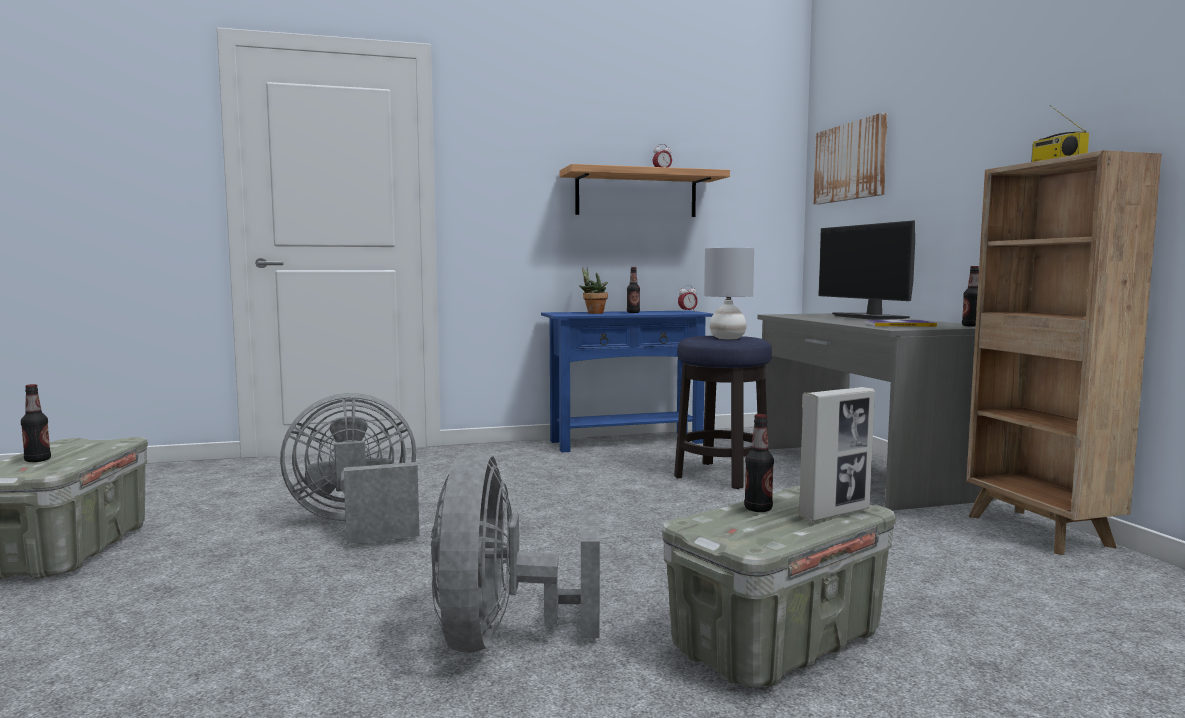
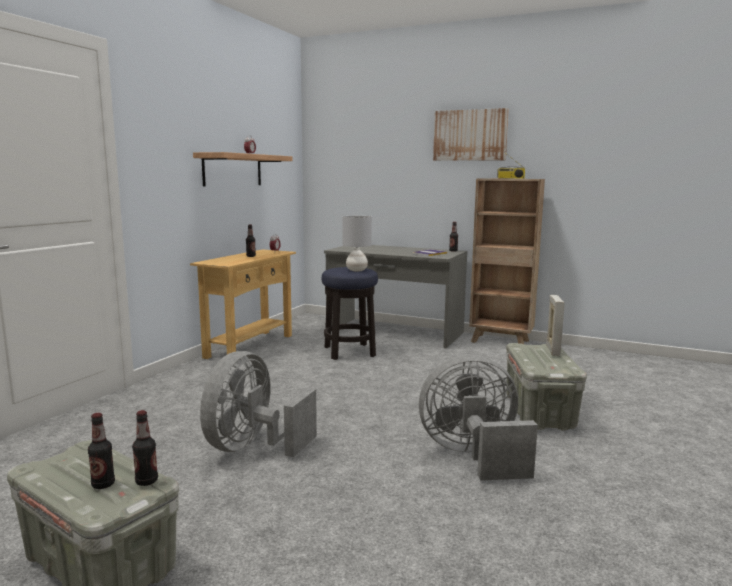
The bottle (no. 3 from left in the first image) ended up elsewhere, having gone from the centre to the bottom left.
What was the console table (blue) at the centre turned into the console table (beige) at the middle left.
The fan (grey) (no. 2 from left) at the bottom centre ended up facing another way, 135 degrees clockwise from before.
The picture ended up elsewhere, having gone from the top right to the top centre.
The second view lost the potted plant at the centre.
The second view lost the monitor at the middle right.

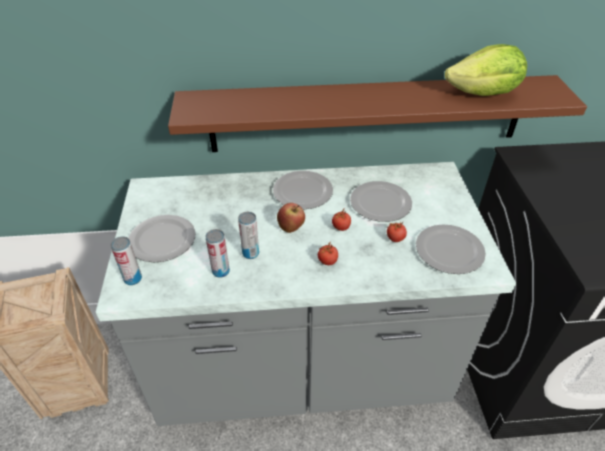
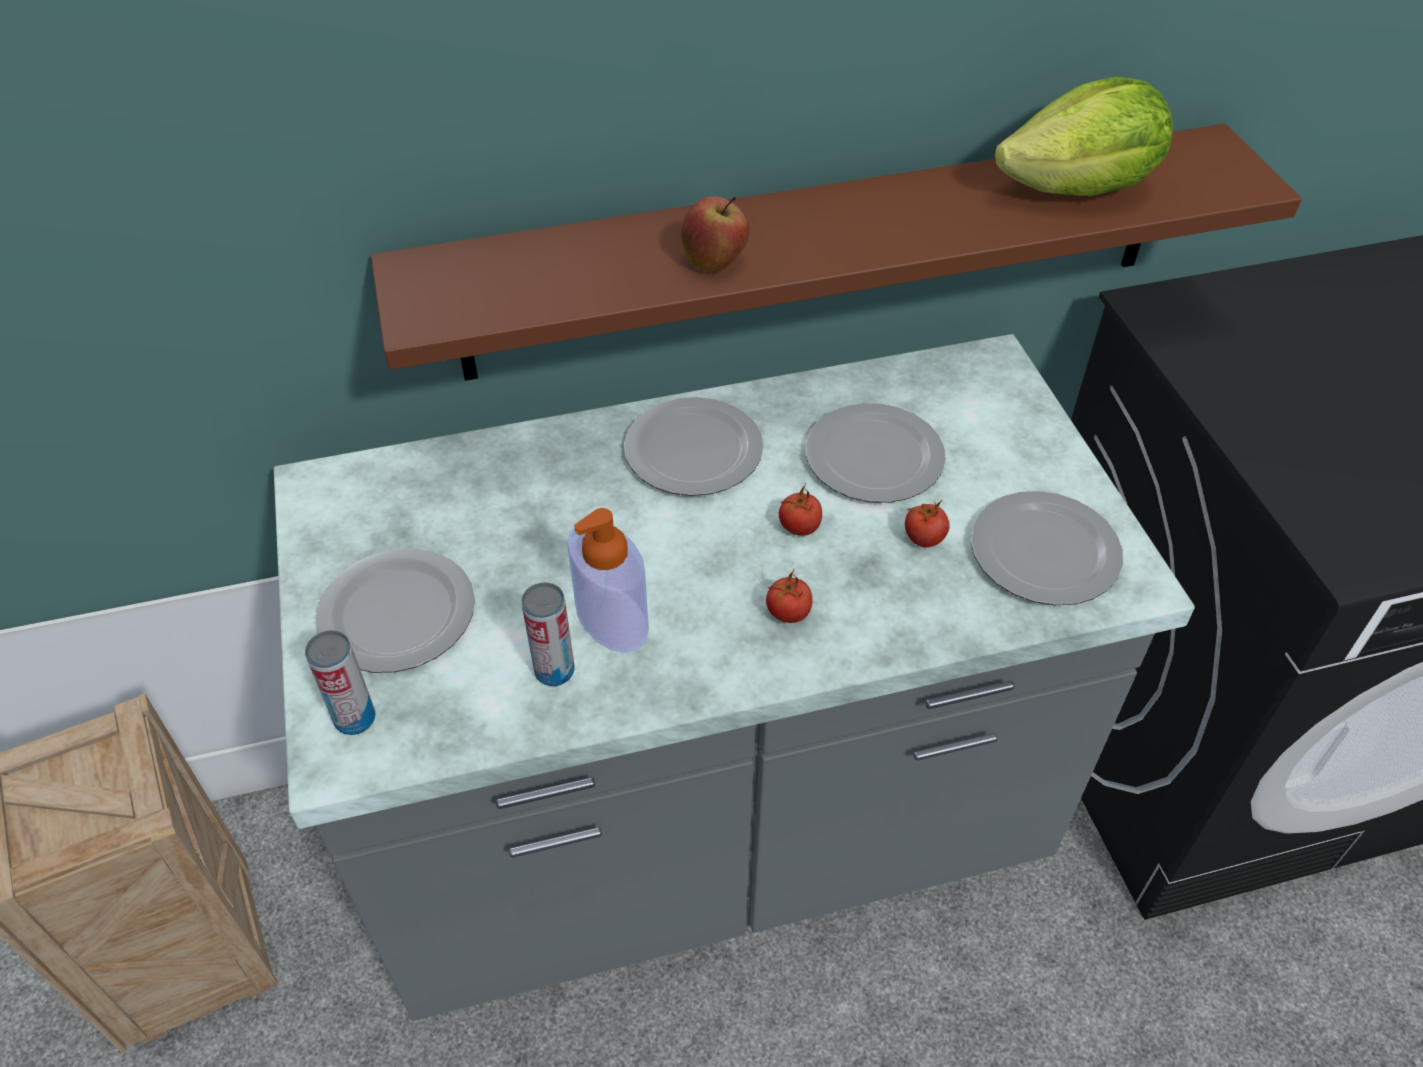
Where the can (no. 3 from left) stood at the centre, the soap dispenser came to stand at the centre.
The apple ended up elsewhere, having gone from the centre to the top centre.

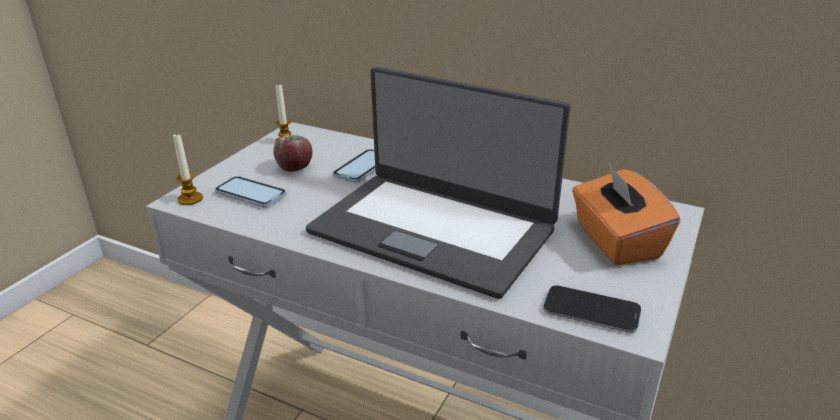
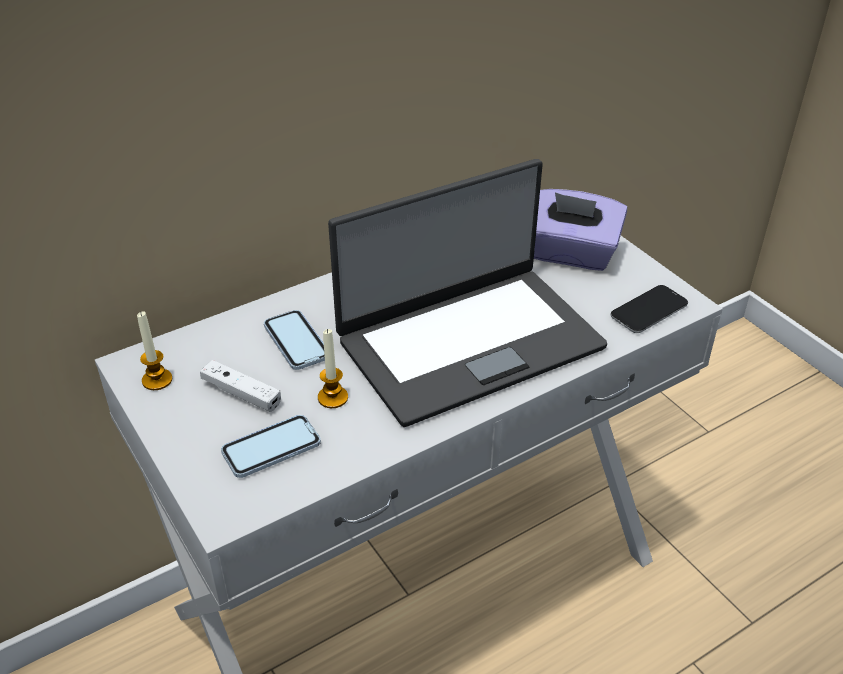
Where the apple stood at the centre, the game controller (white) came to stand at the middle left.
The candle (no. 1 from left in the first image) ended up elsewhere, having gone from the middle left to the centre.
What was the tissue box (orange) at the middle right turned into the tissue box (purple) at the middle right.

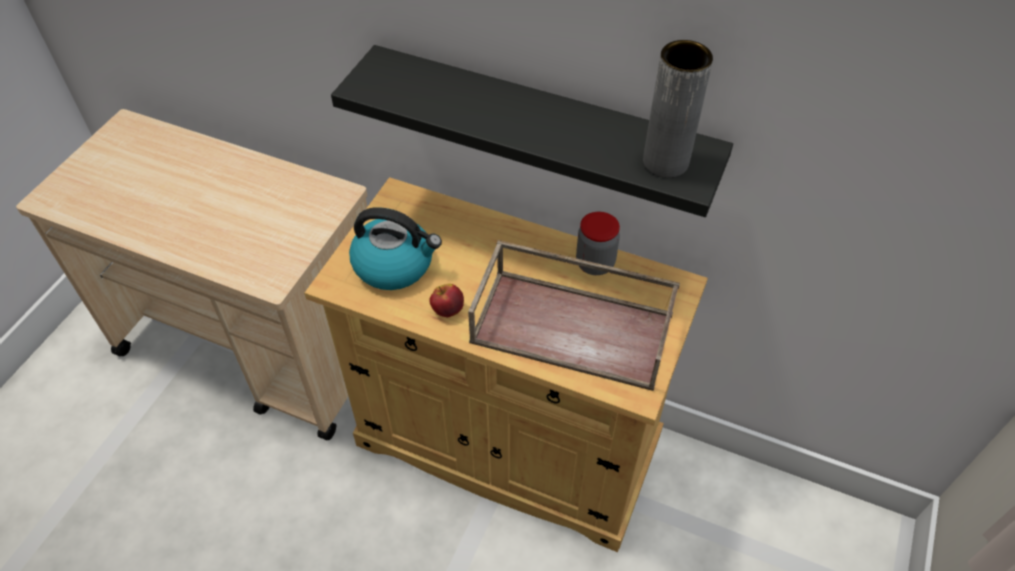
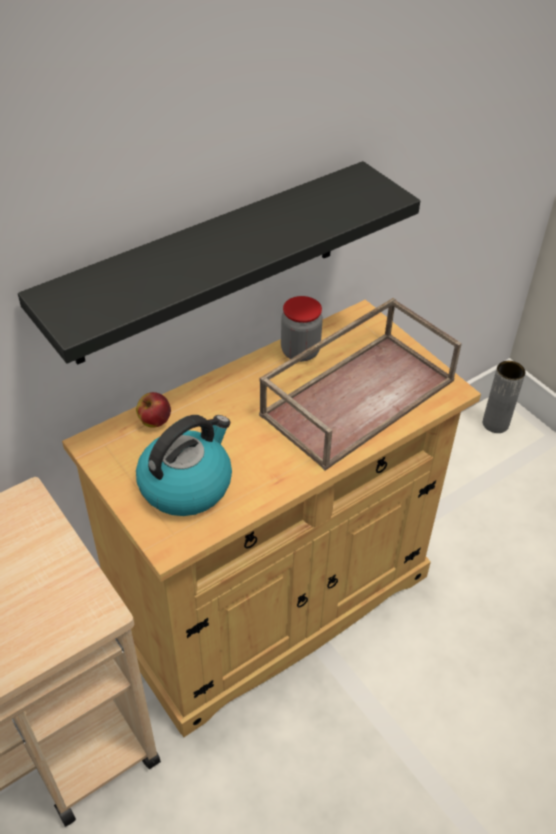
The apple ended up elsewhere, having gone from the centre to the middle left.
The vase (grey) ended up elsewhere, having gone from the top right to the middle right.

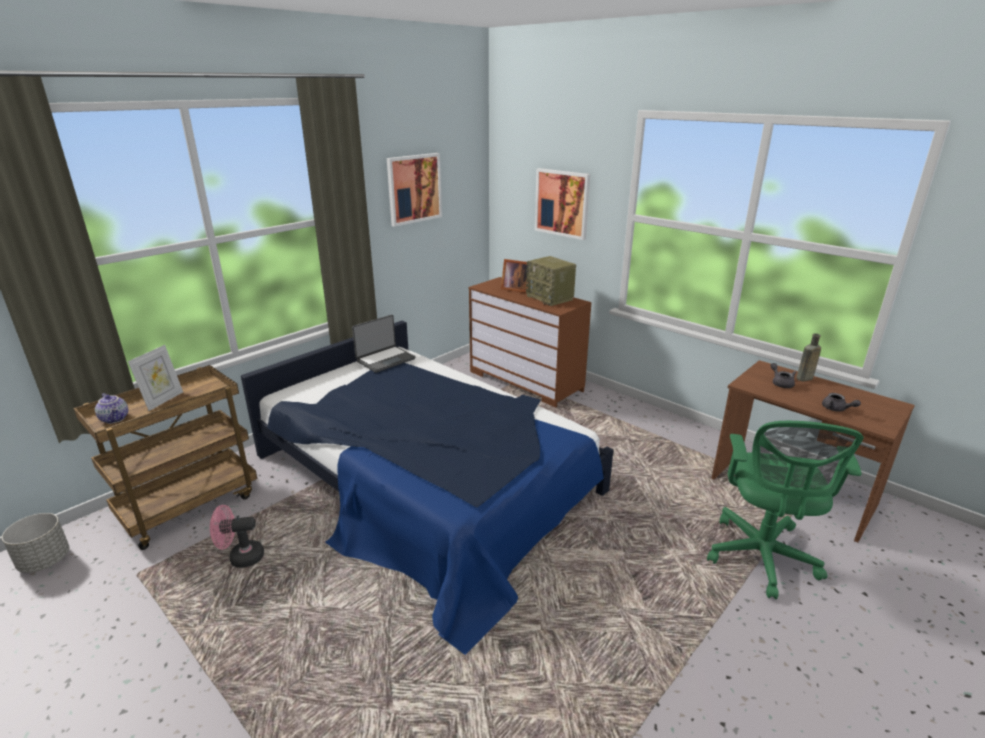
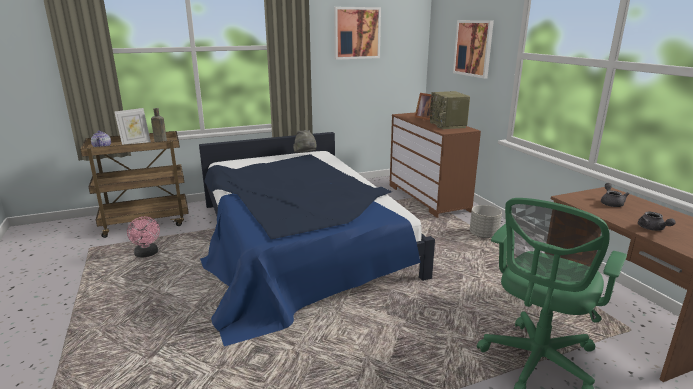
The fan (pink) at the bottom left ended up facing another way, 135 degrees counterclockwise from before.
The bottle (brown) ended up elsewhere, having gone from the middle right to the top left.
Where the laptop stood at the centre, the hat (grey) came to stand at the centre.
The planter (grey) ended up elsewhere, having gone from the bottom left to the middle right.

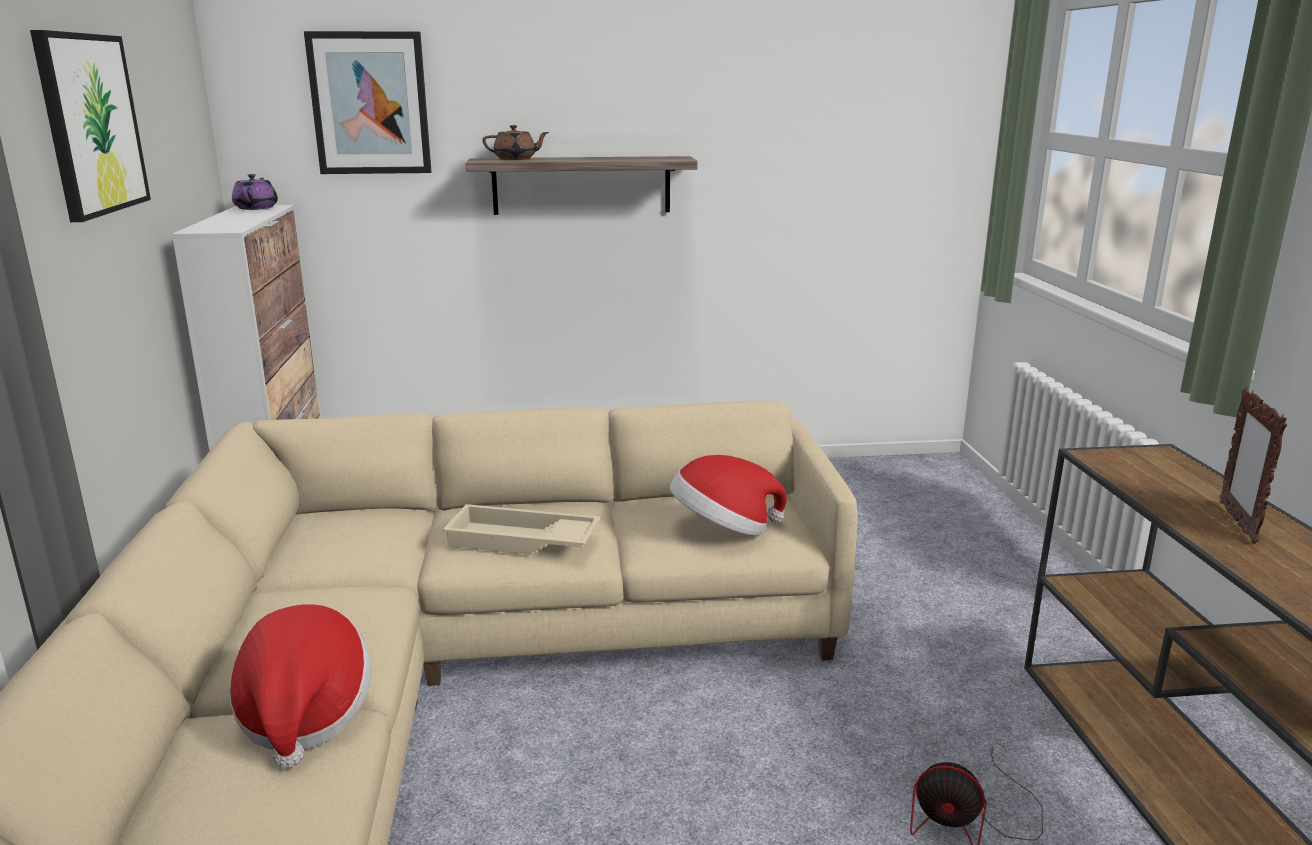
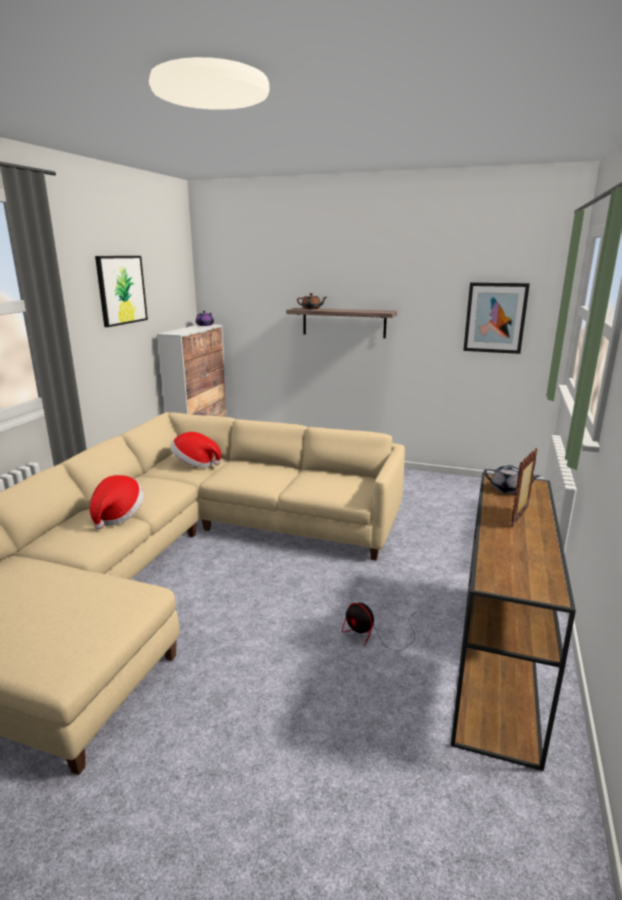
The hat (no. 2 from left) ended up elsewhere, having gone from the centre to the middle left.
The picture (no. 2 from left) ended up elsewhere, having gone from the top left to the middle right.
The second view gained the teapot (grey) at the middle right.
The second view lost the tray (beige) at the centre.

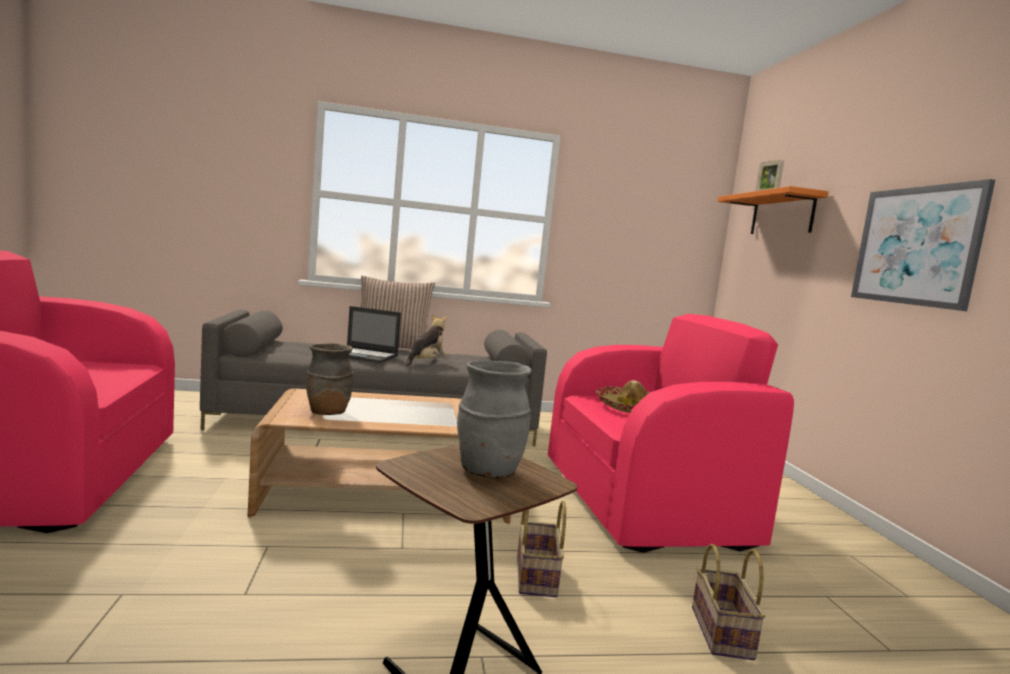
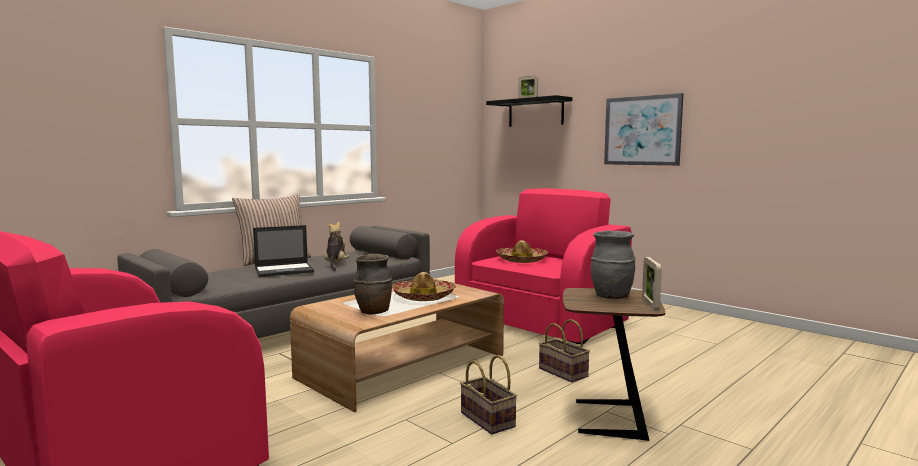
The second view gained the hat (no. 1 from left) at the centre.
The basket (no. 2 from left in the first image) ended up elsewhere, having gone from the bottom right to the bottom centre.
What was the shelf (orange) at the top right turned into the shelf (black) at the top centre.
The second view gained the picture frame (no. 2 from left) at the middle right.

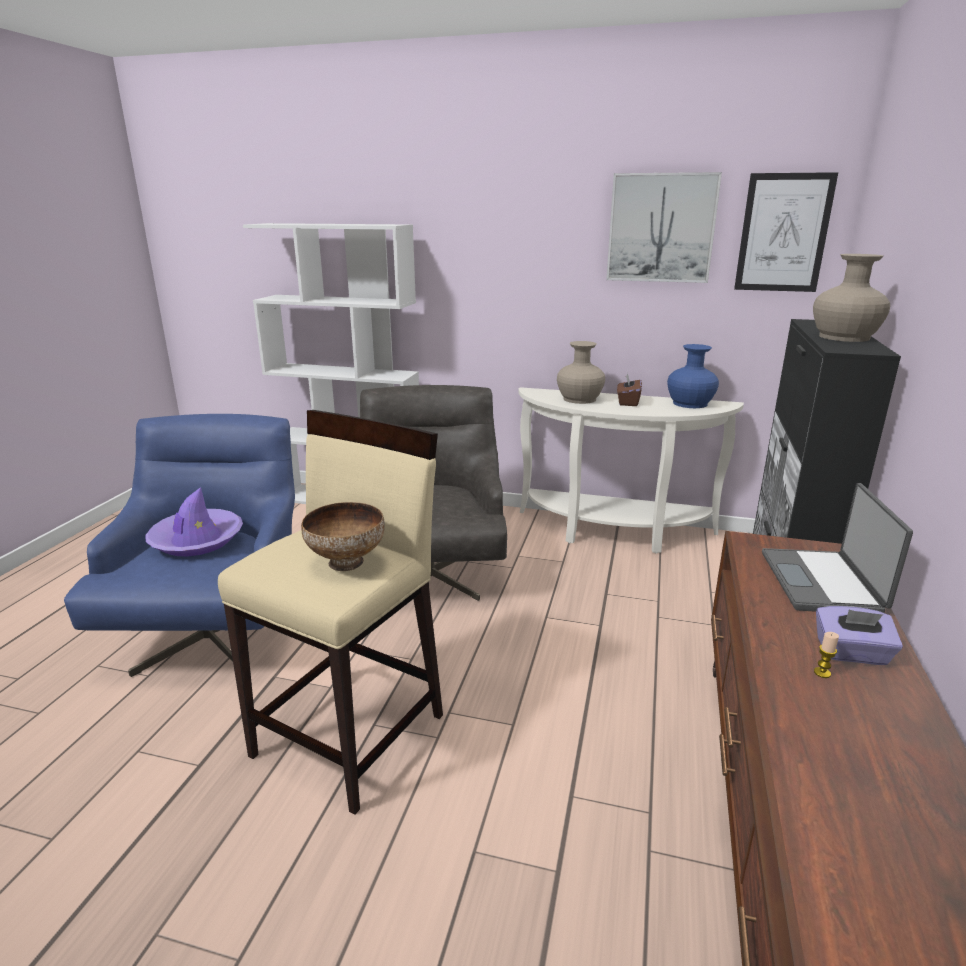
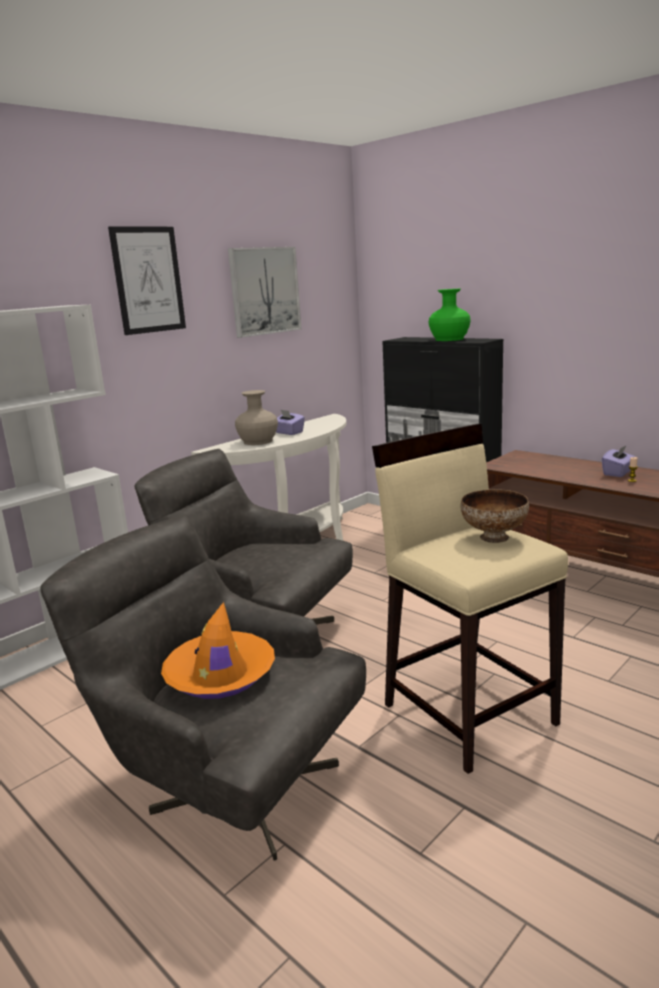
What was the armchair (blue) at the middle left turned into the armchair (grey) (no. 1 from left) at the bottom left.
The picture (no. 2 from left in the first image) ended up elsewhere, having gone from the top right to the top left.
What was the hat (purple) at the middle left turned into the hat (orange) at the middle left.
What was the tissue box (brown) at the centre turned into the tissue box (purple) (no. 1 from left) at the centre.
What was the vase (beige) (no. 2 from left) at the top right turned into the vase (green) at the top right.
The second view lost the vase (blue) at the middle right.
The second view lost the laptop at the middle right.

